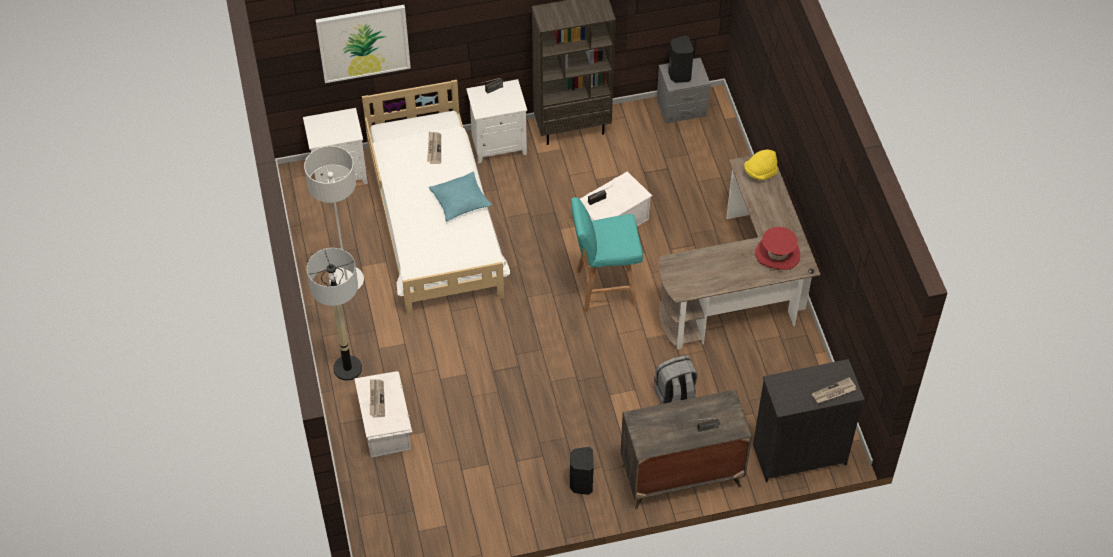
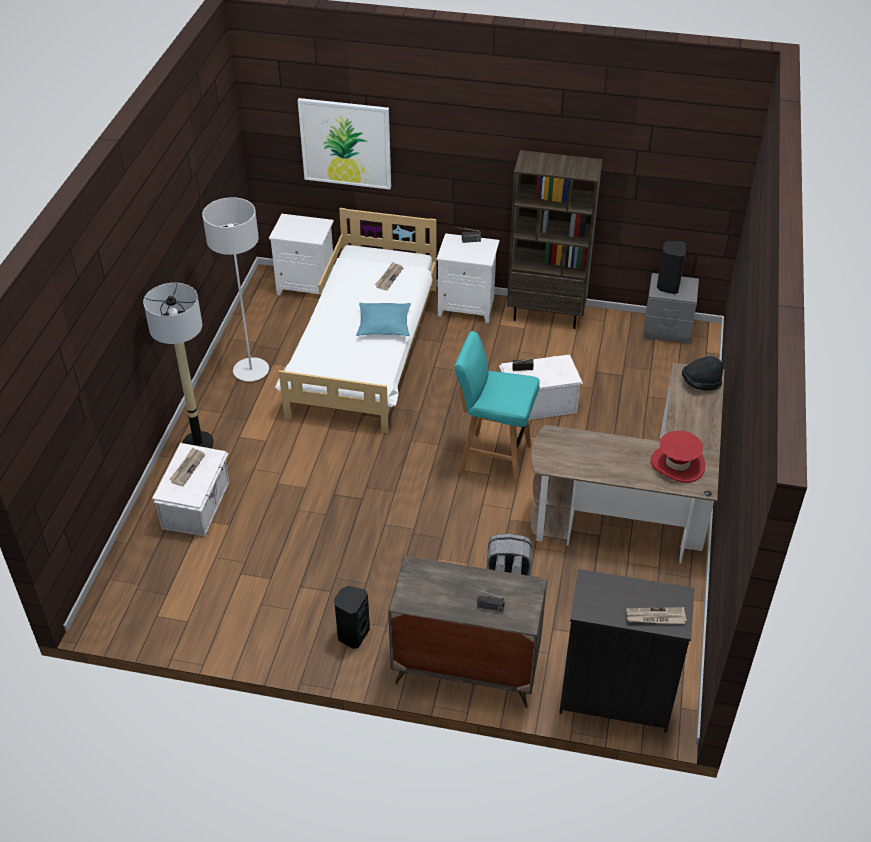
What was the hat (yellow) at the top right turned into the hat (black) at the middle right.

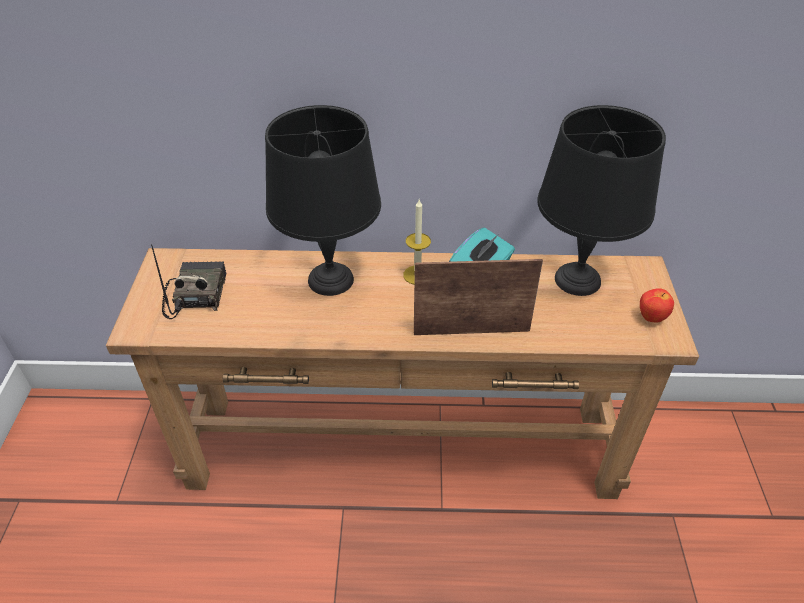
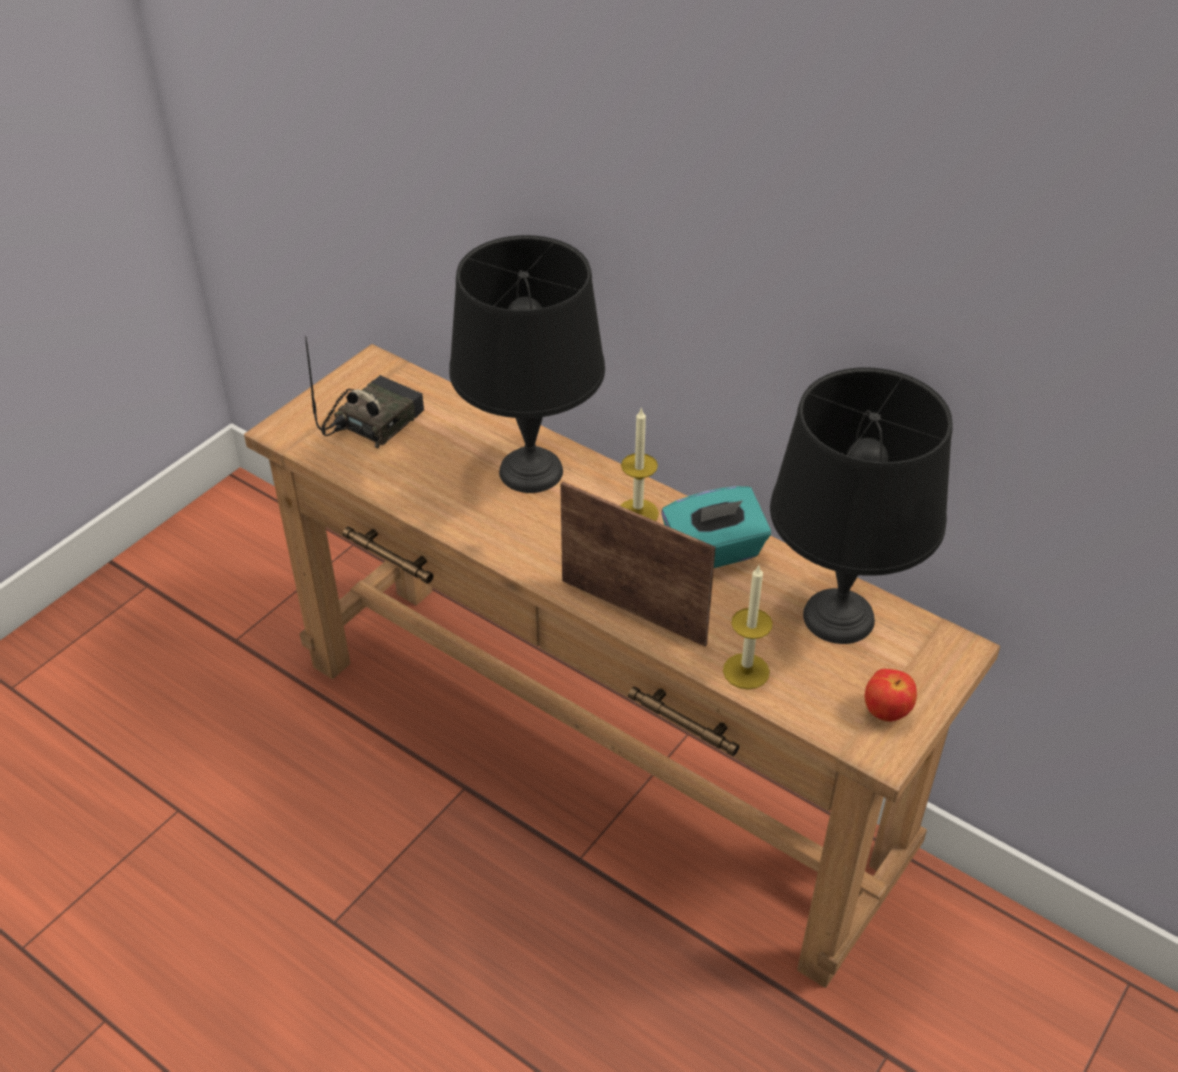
The second view gained the candle (no. 2 from left) at the centre.

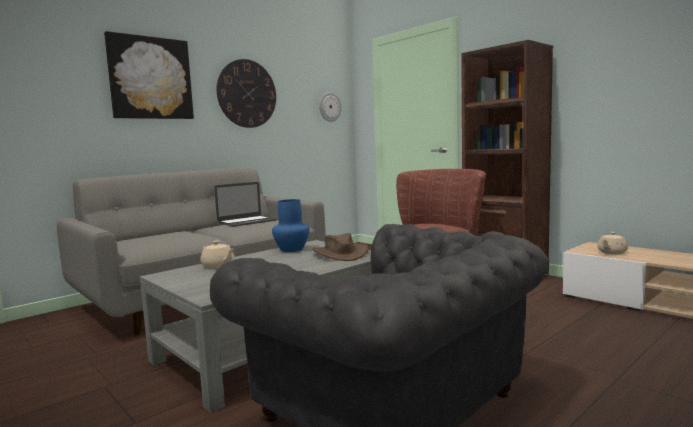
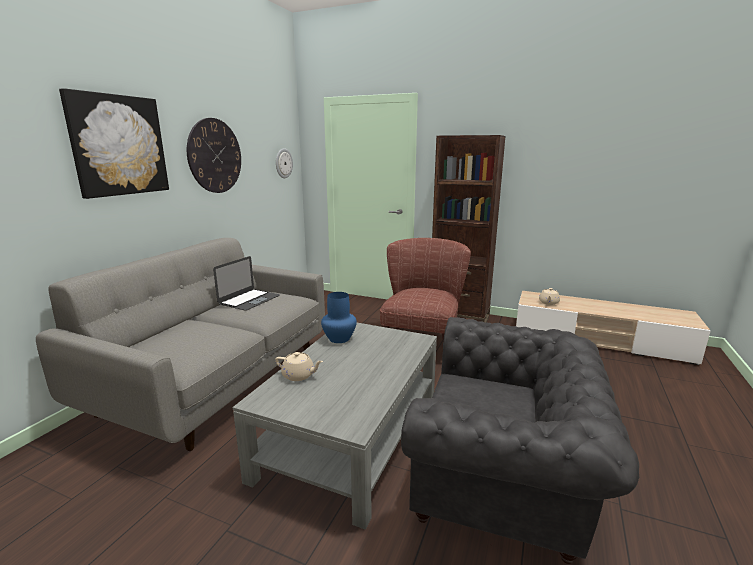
The second view lost the hat (brown) at the centre.

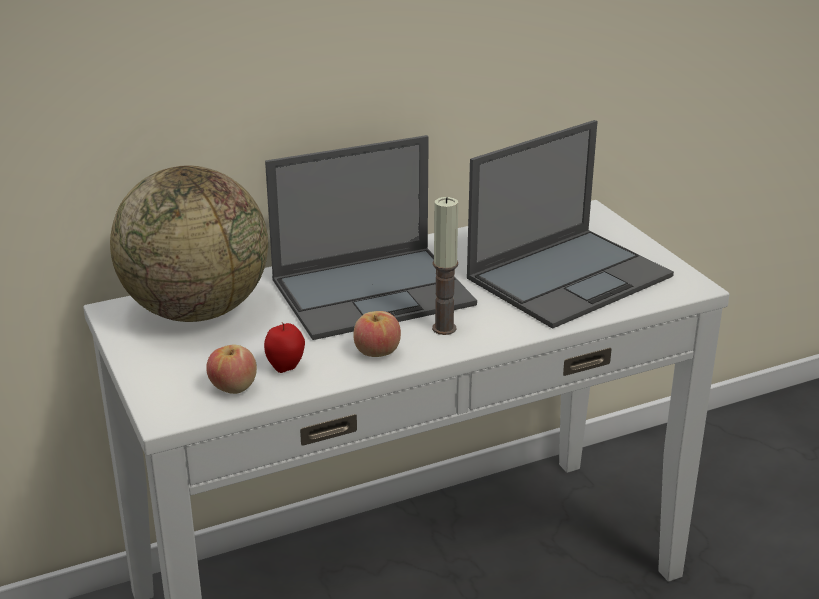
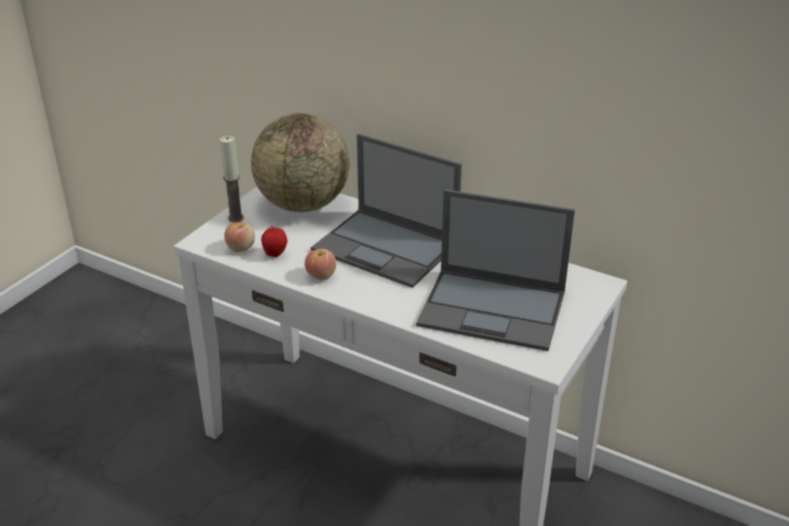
The candle ended up elsewhere, having gone from the centre to the middle left.

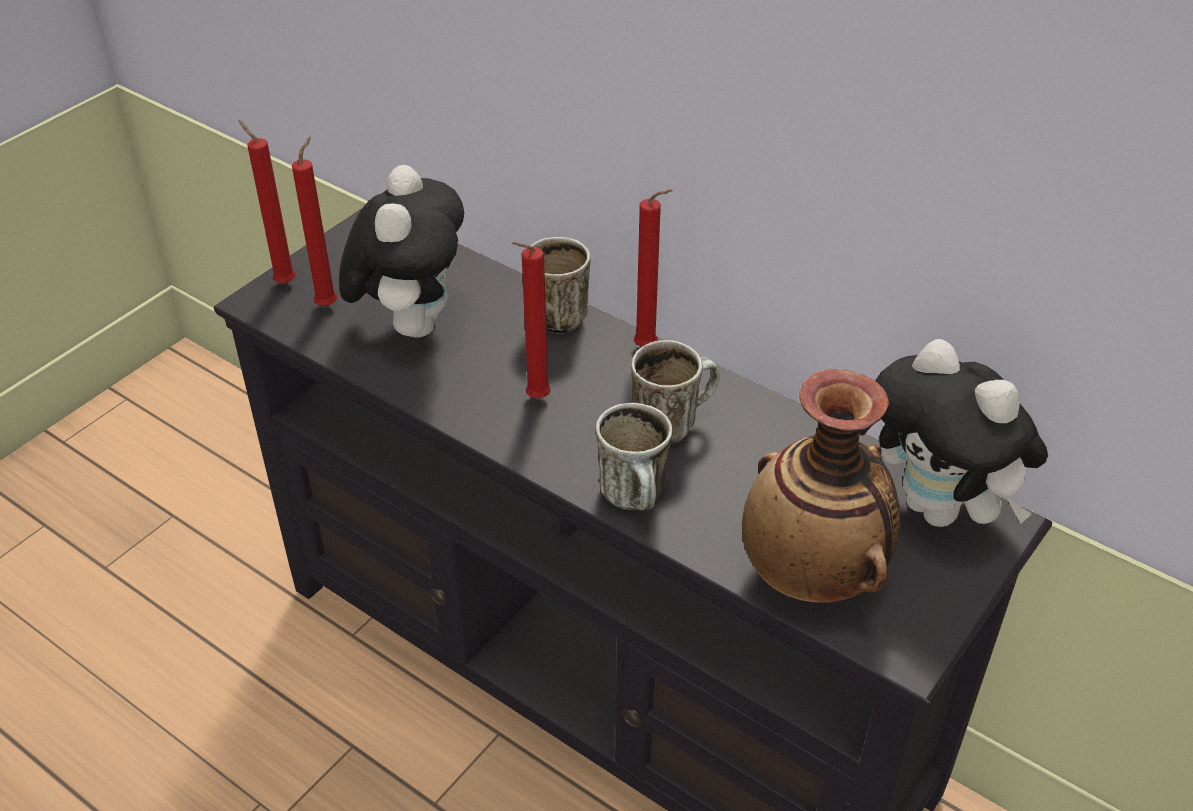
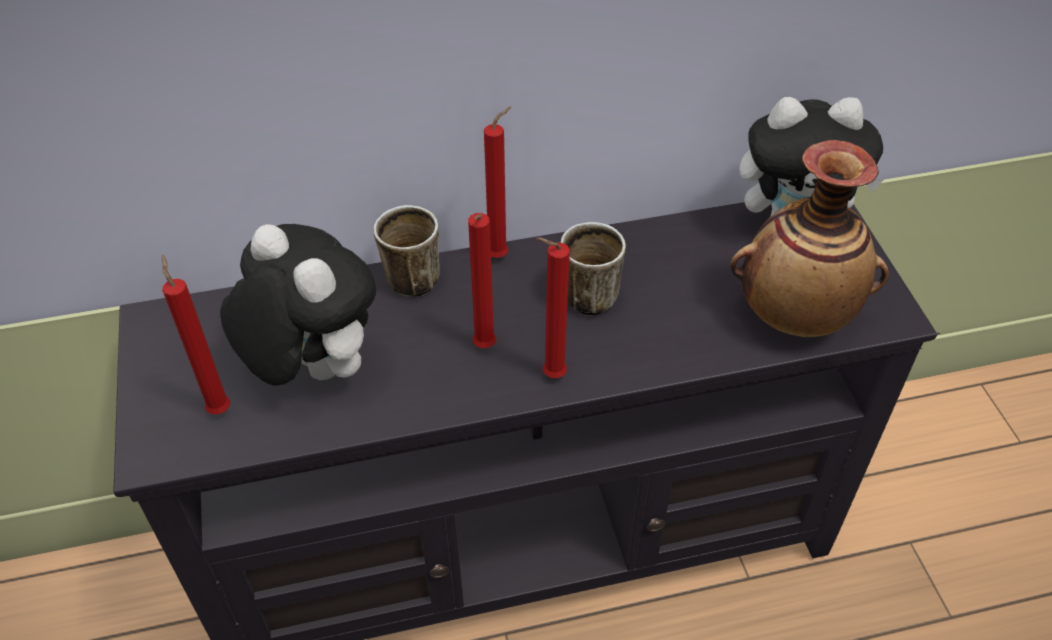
The candle (red) (no. 1 from left in the first image) ended up elsewhere, having gone from the top left to the centre.
The second view lost the mug (no. 2 from left) at the centre.

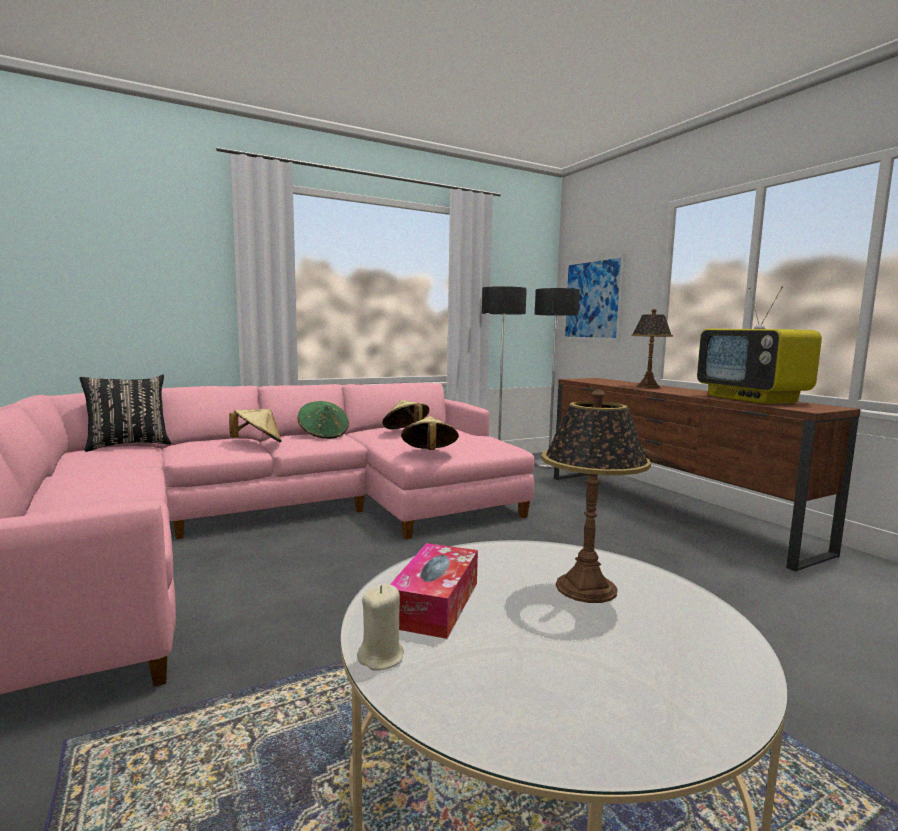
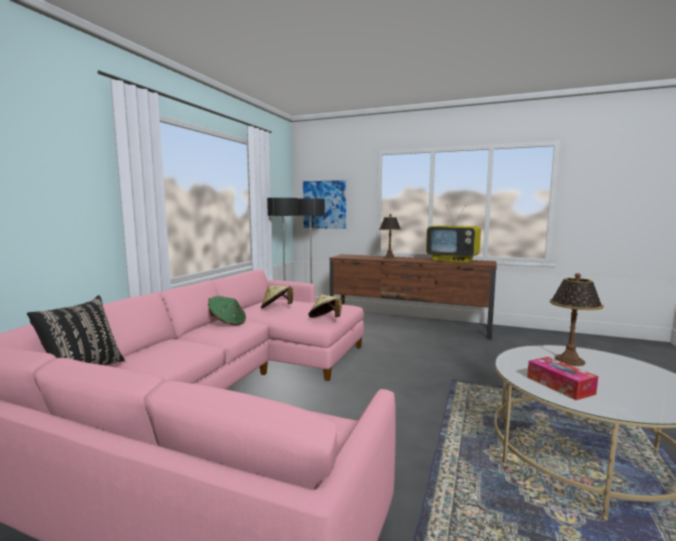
The second view lost the hat (beige) (no. 1 from left) at the middle left.
The second view lost the candle (beige) at the bottom centre.

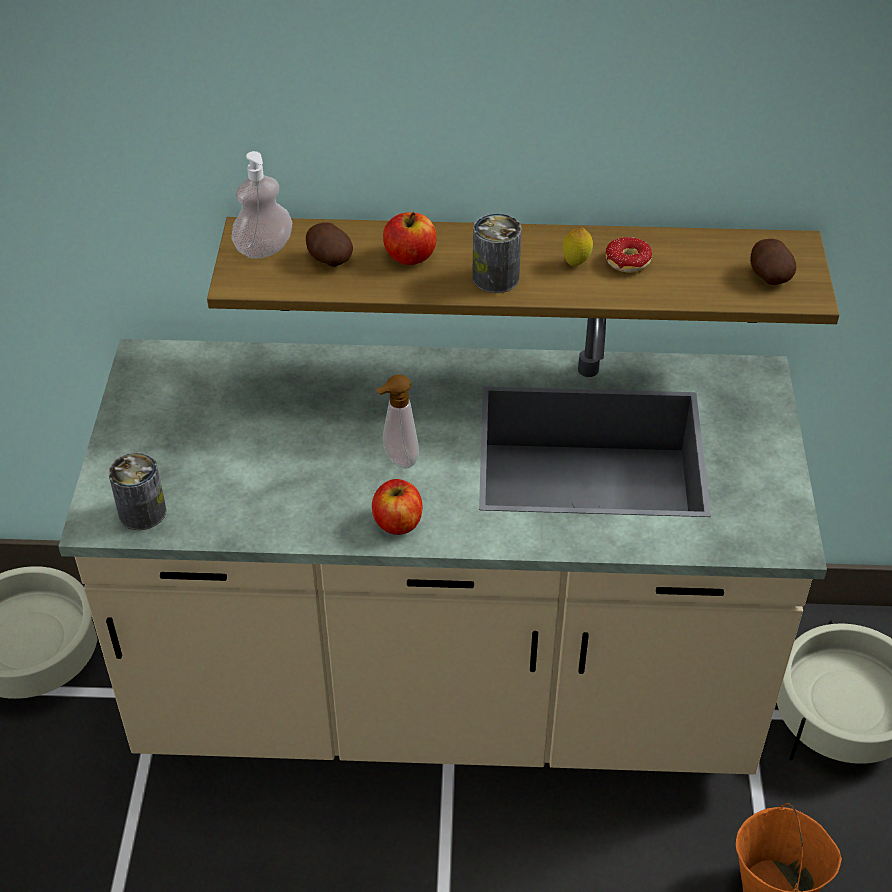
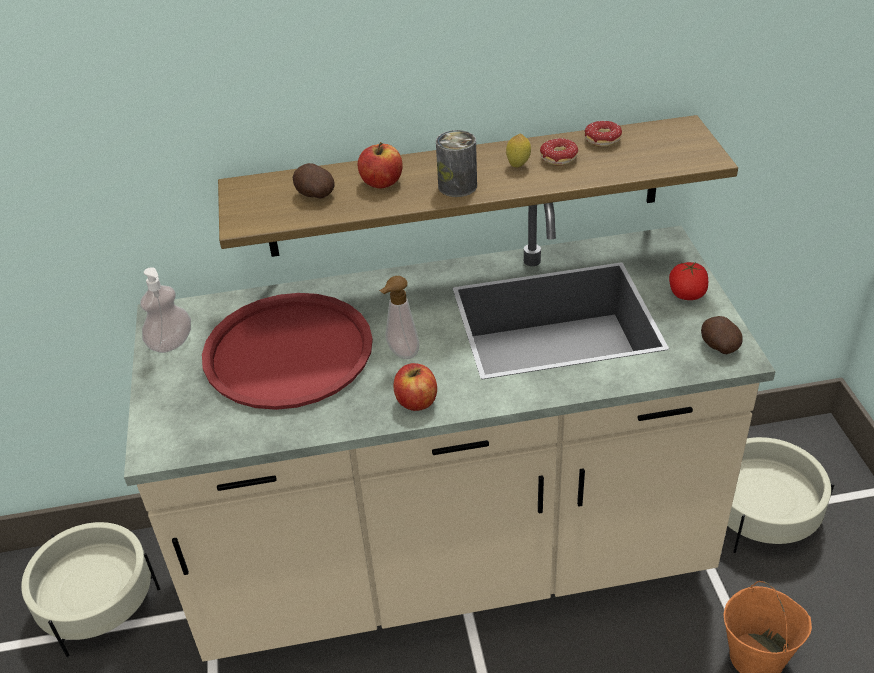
The soap dispenser (no. 1 from left) ended up elsewhere, having gone from the top left to the middle left.
The second view gained the tray (red) at the middle left.
The second view gained the donut (no. 2 from left) at the top right.
The second view gained the tomato at the middle right.
The potato (no. 2 from left) ended up elsewhere, having gone from the top right to the middle right.
The second view lost the can (no. 1 from left) at the middle left.

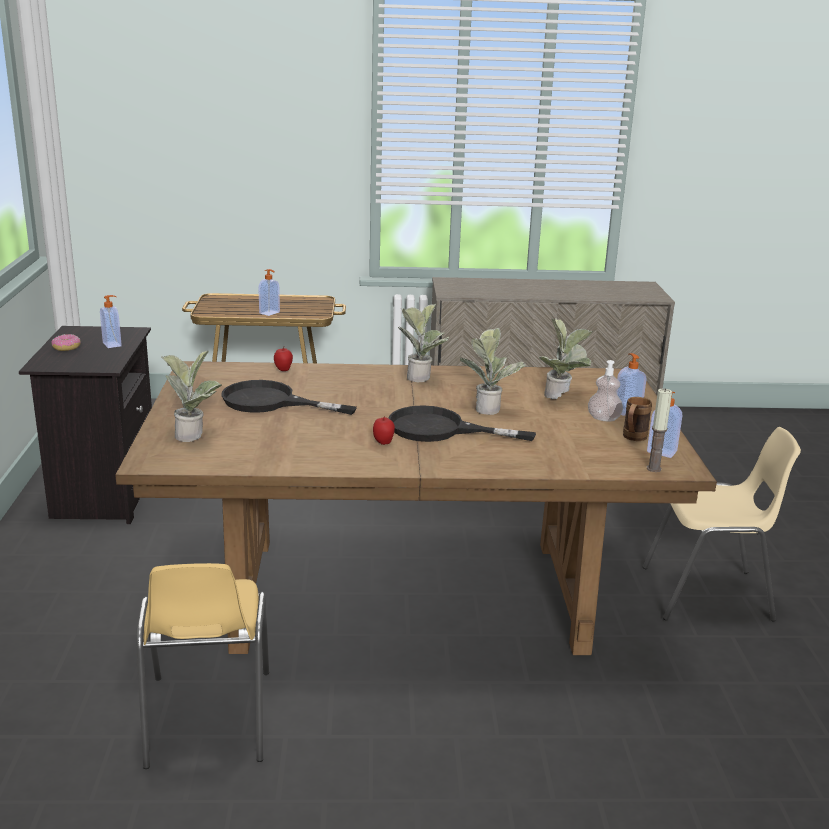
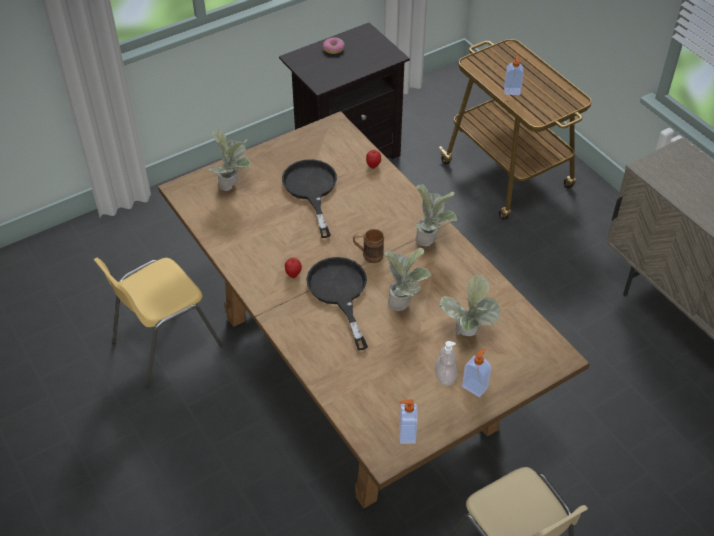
The mug (brown) ended up elsewhere, having gone from the middle right to the centre.
The second view lost the soap dispenser (no. 1 from left) at the middle left.
The second view lost the candle at the middle right.

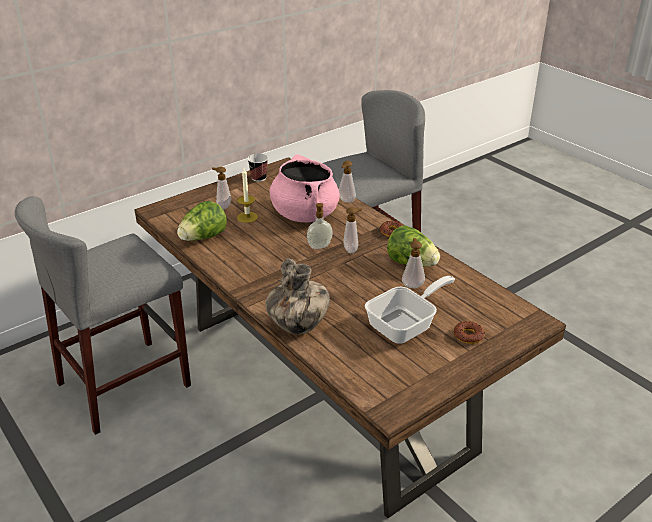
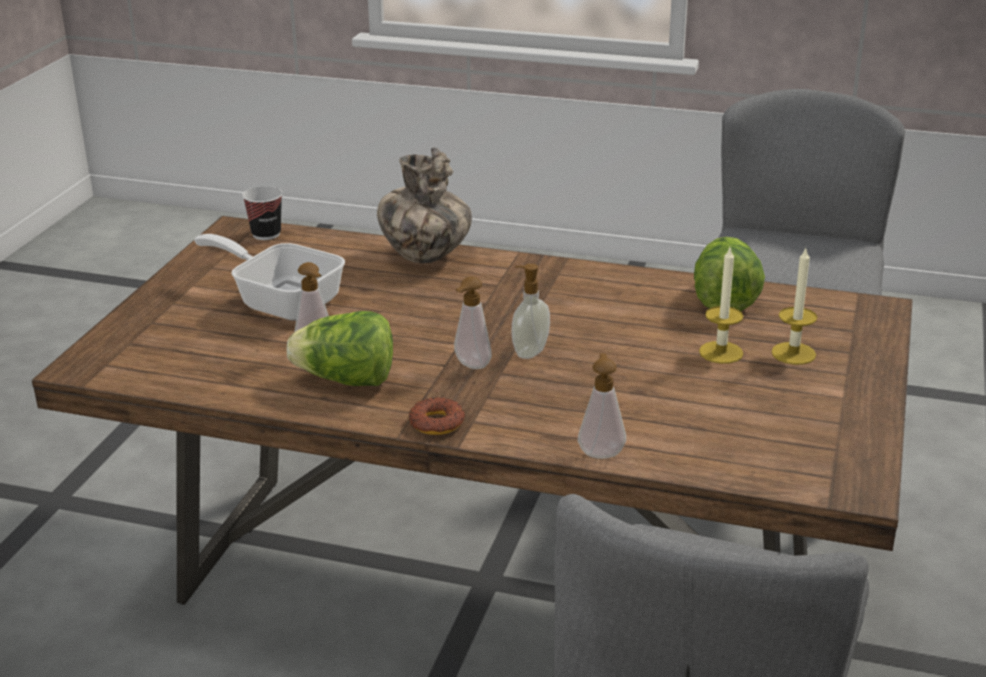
The frying pan at the centre ended up facing another way, 105 degrees clockwise from before.
The cup ended up elsewhere, having gone from the top centre to the top left.
Where the soap dispenser (no. 1 from left) stood at the centre, the candle (no. 2 from left) came to stand at the middle right.
The second view lost the cooking pot (pink) at the centre.
The second view lost the donut (no. 2 from left) at the middle right.

